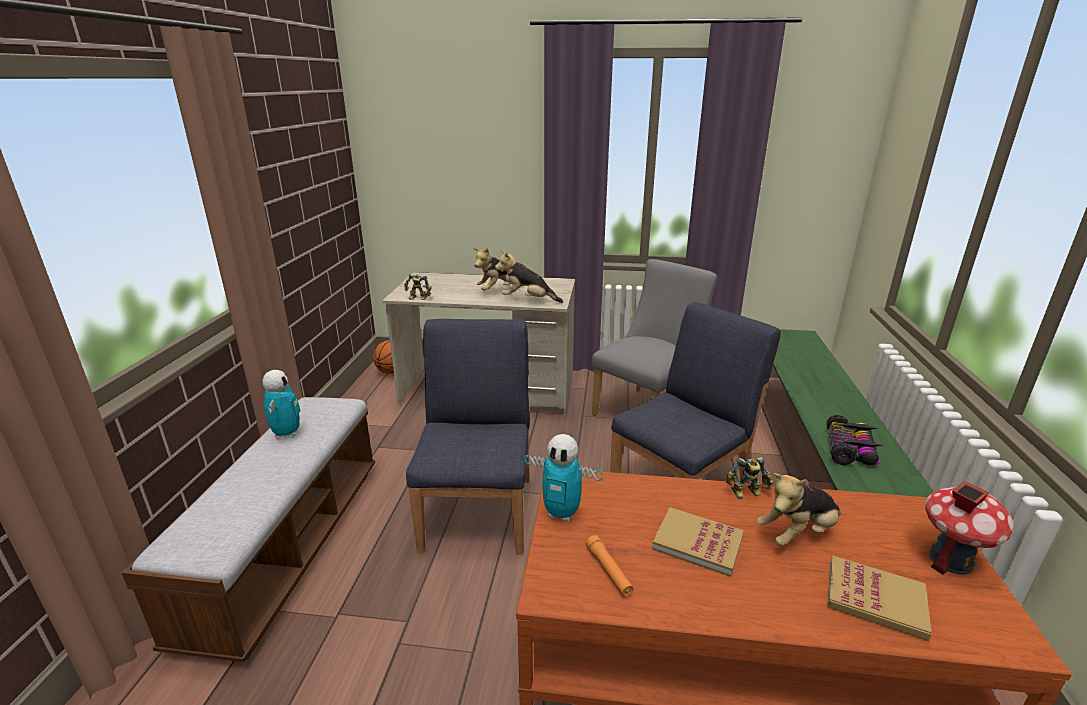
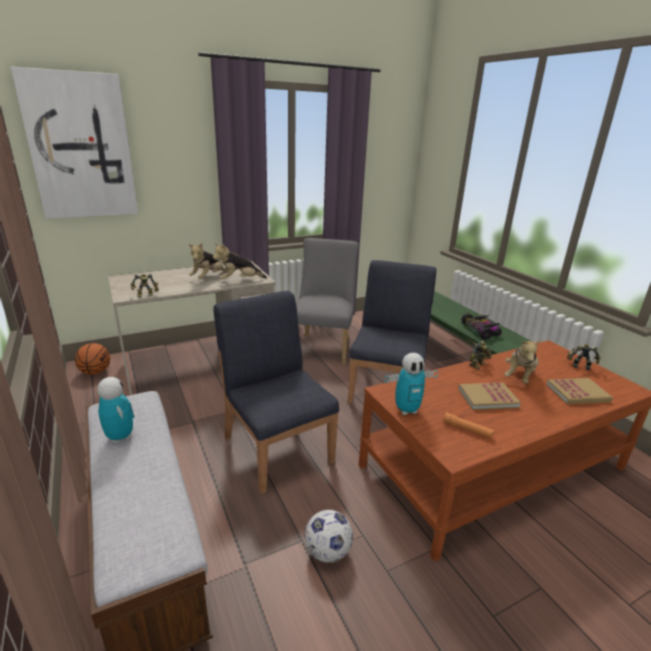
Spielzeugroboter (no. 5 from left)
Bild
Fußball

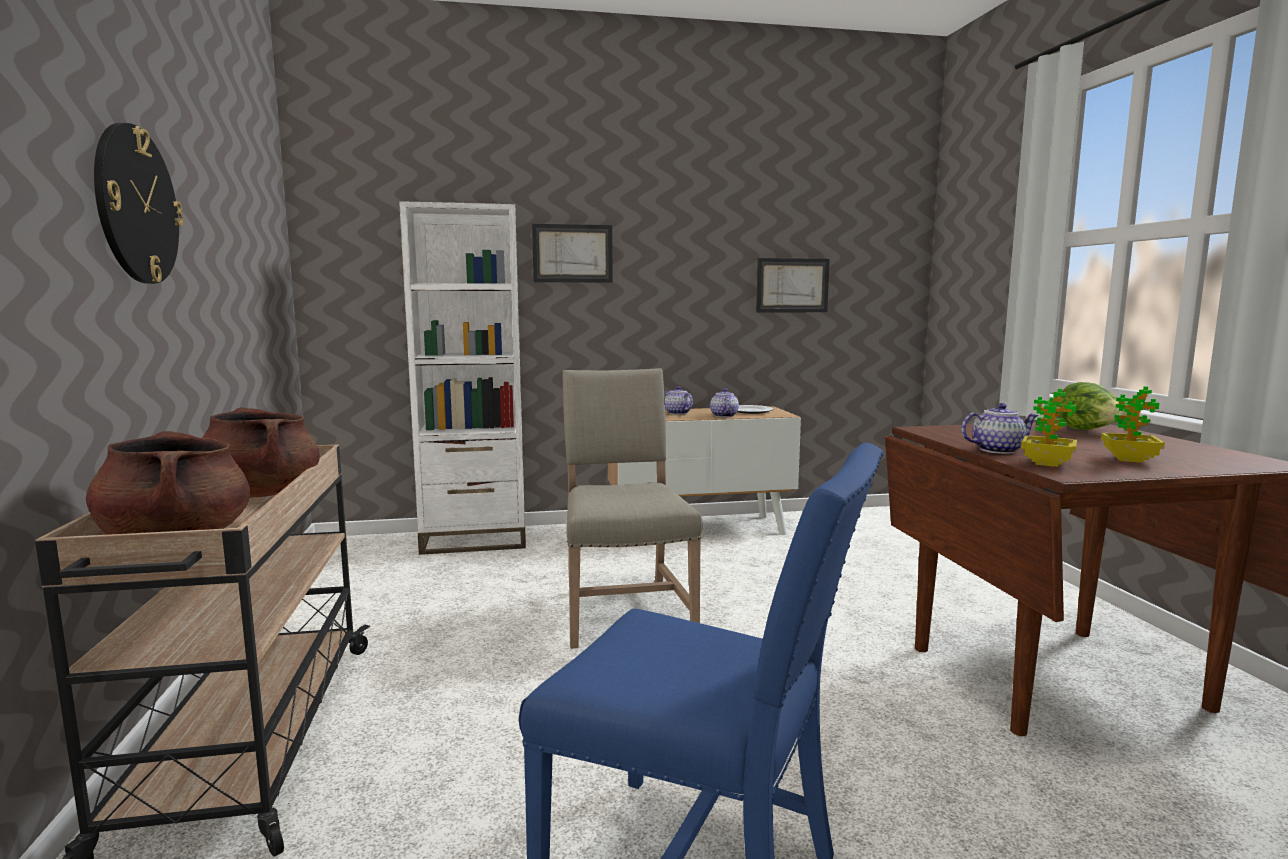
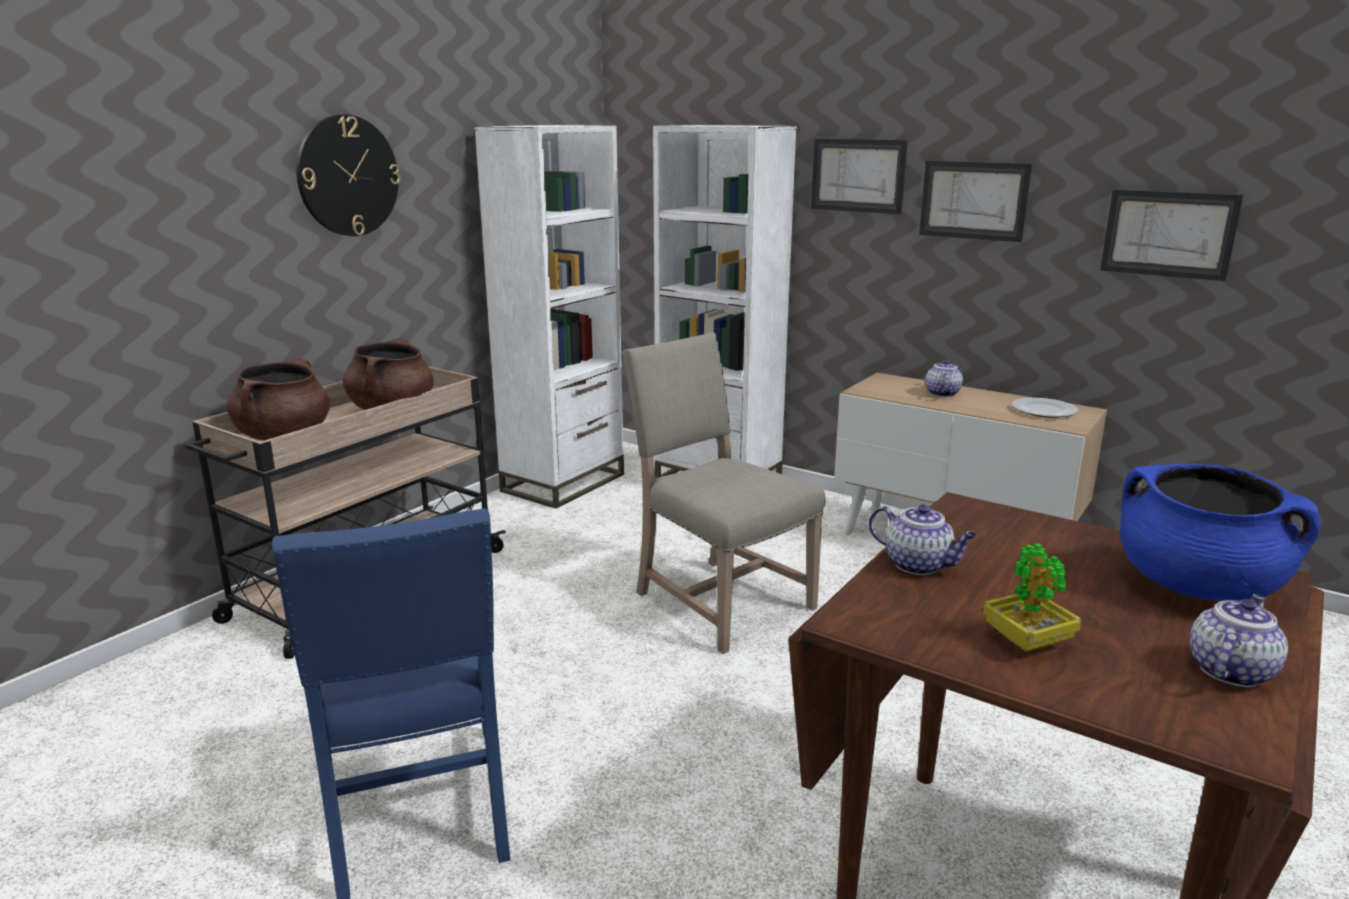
Stuhl/beige
Kochtopf/blau
Teekanne (no. 3 from left)
Topfpflanze (no. 1 from left in the first image)
Bücherregal/weiß (no. 1 from left)
Bild (no. 2 from left)

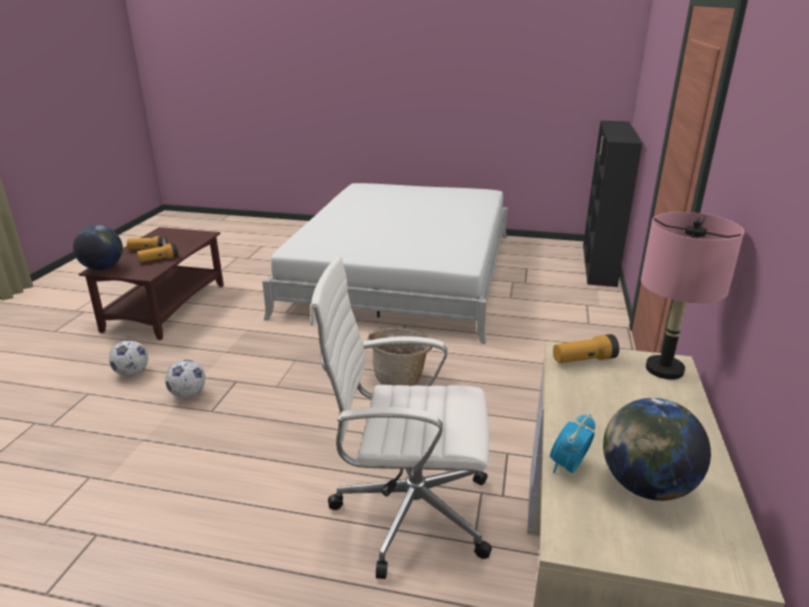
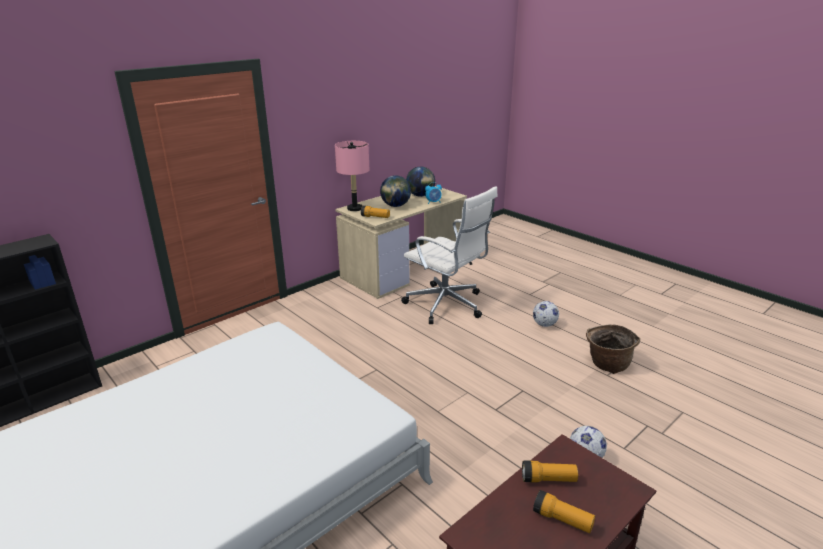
Globus (no. 1 from left)
Korb
Fußball (no. 1 from left)

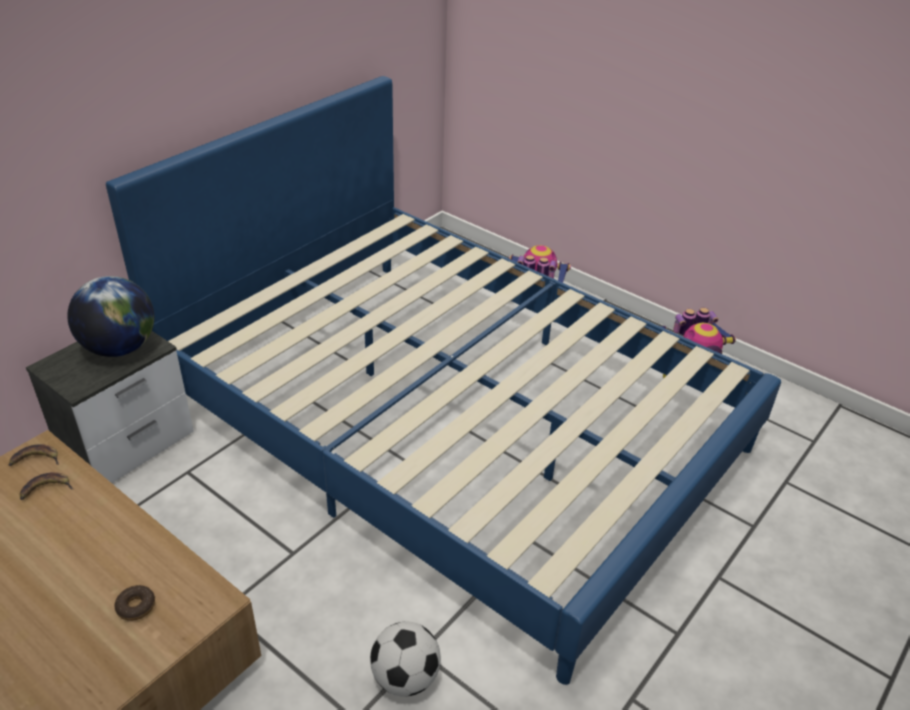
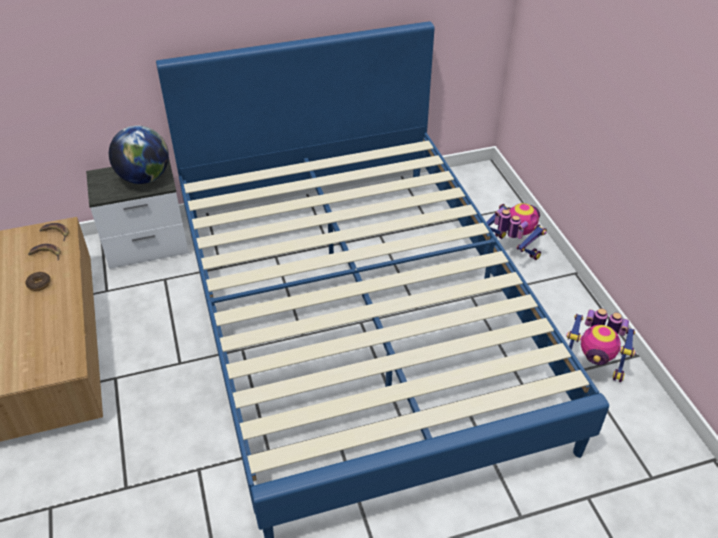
Donut
Fußball

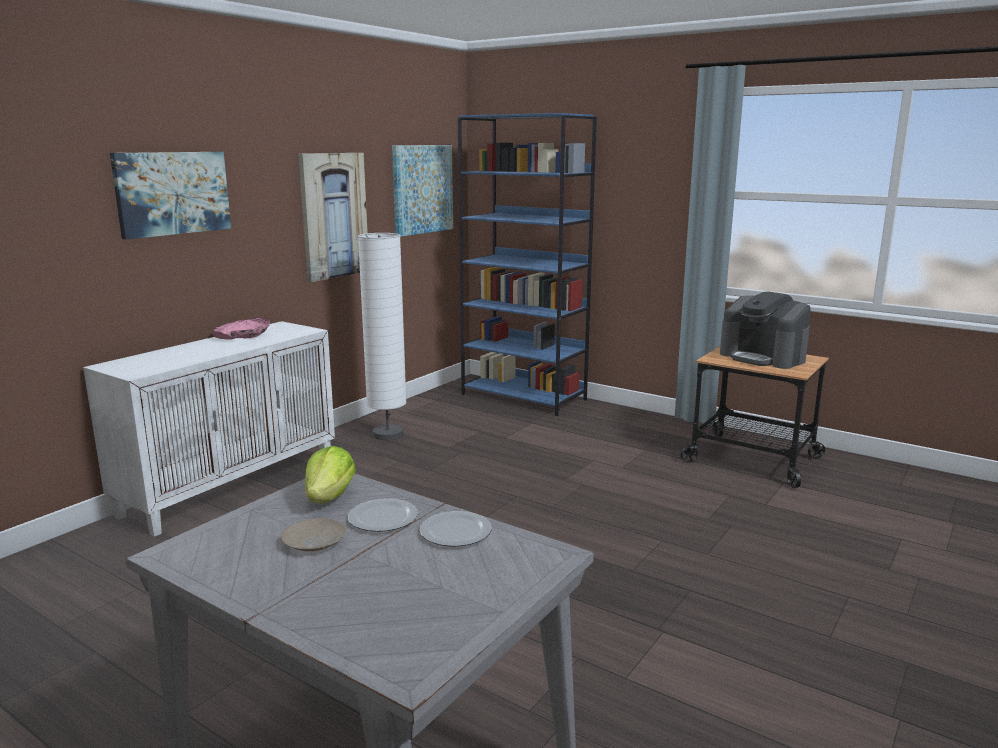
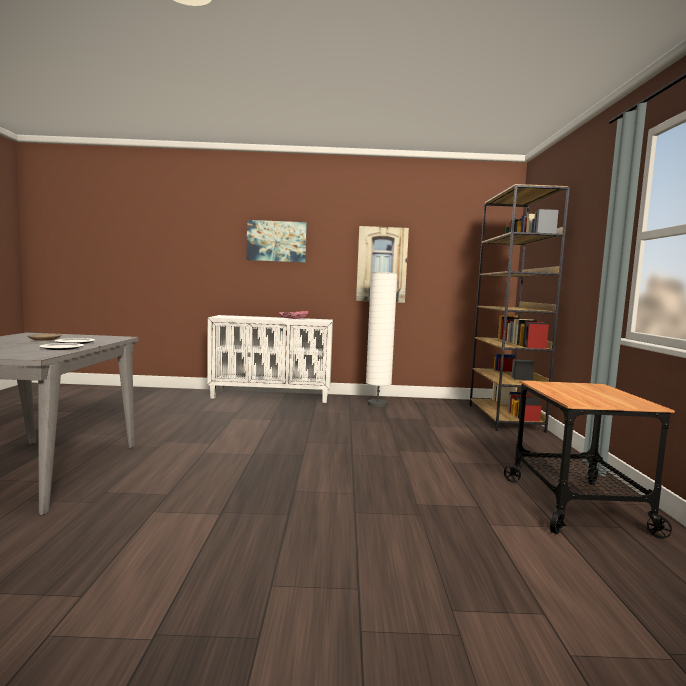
Bücherregal/braun
Bild (no. 3 from left in the first image)
Kaffeemaschine
Salatkopf

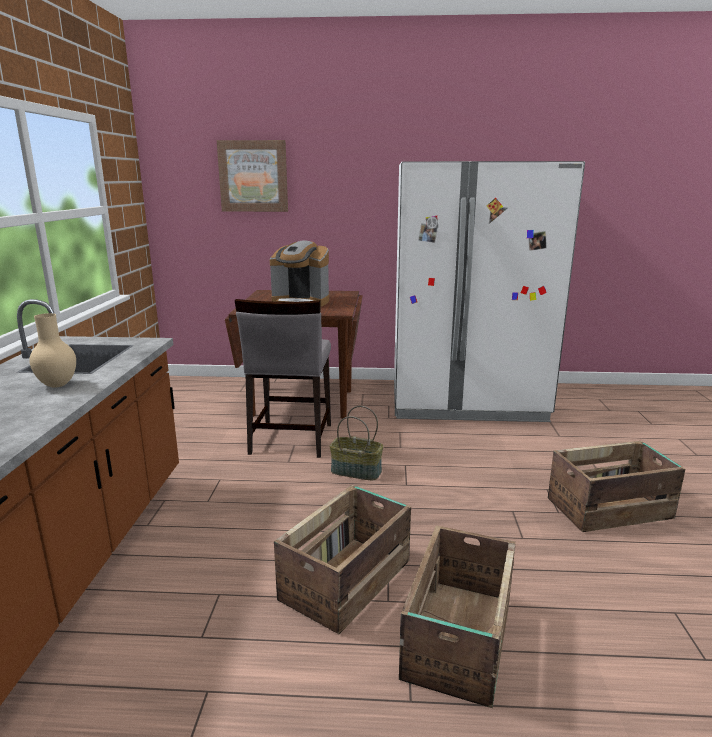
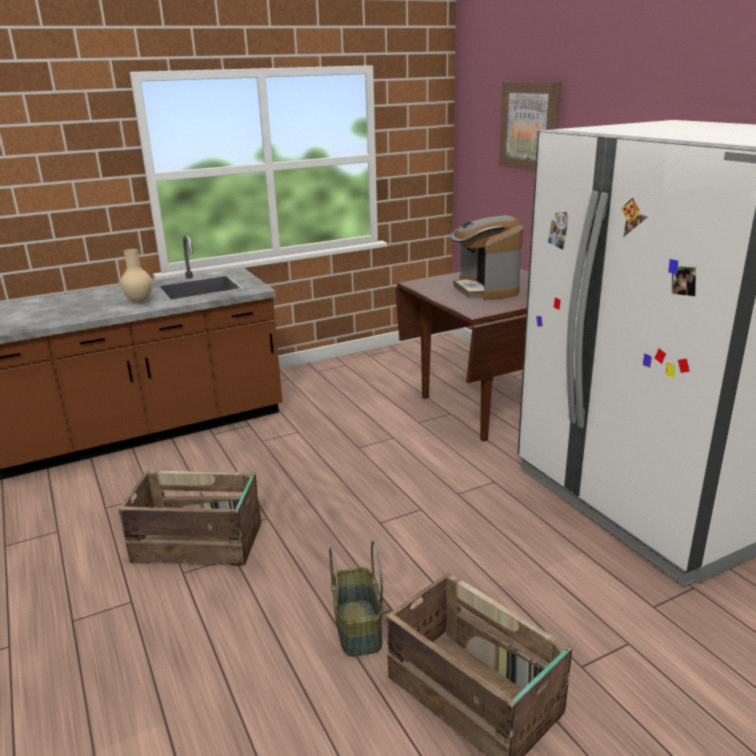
Stuhl/grau
Korb
Kiste (no. 2 from left in the first image)

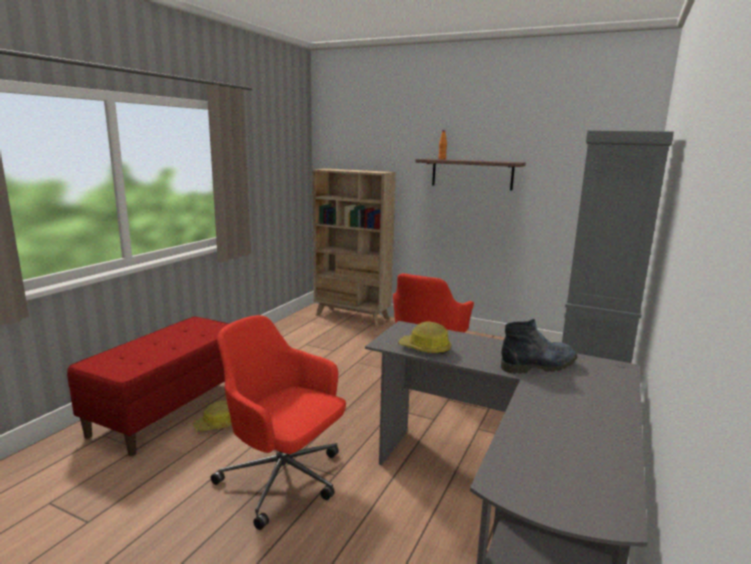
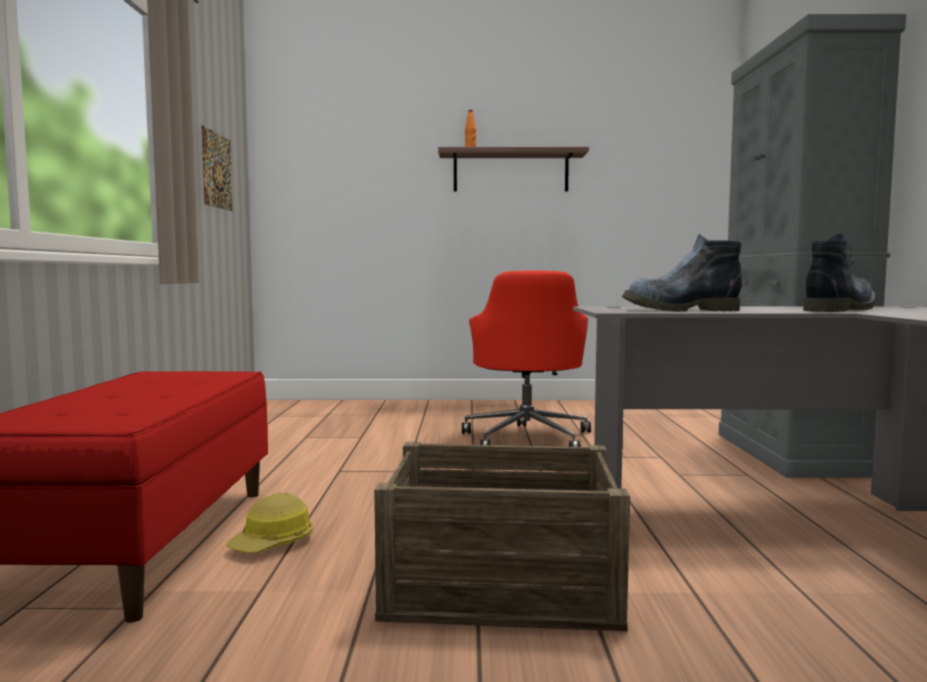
Bücherregal/beige
Kiste
Stiefel (no. 1 from left)
Bild

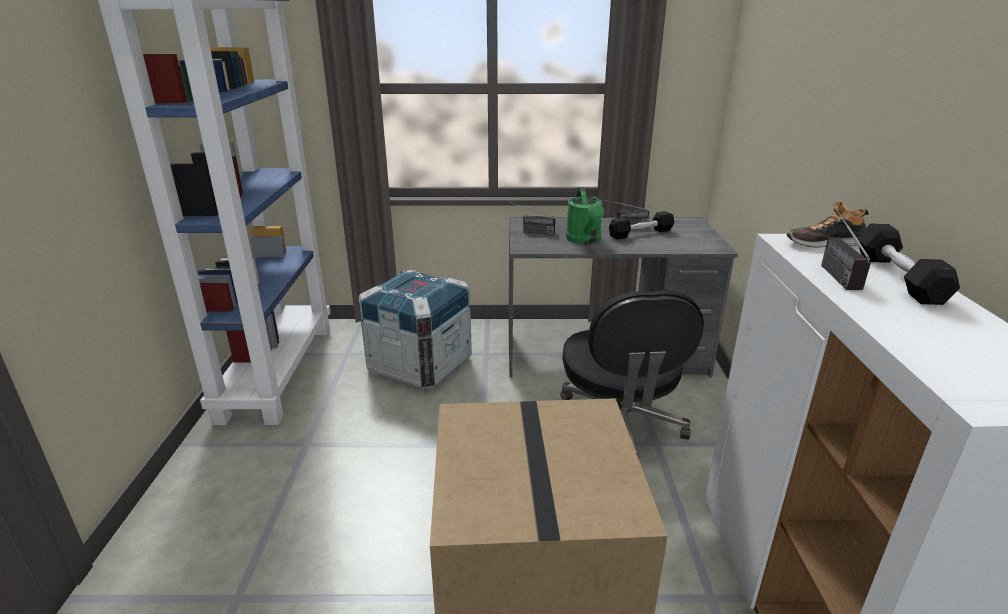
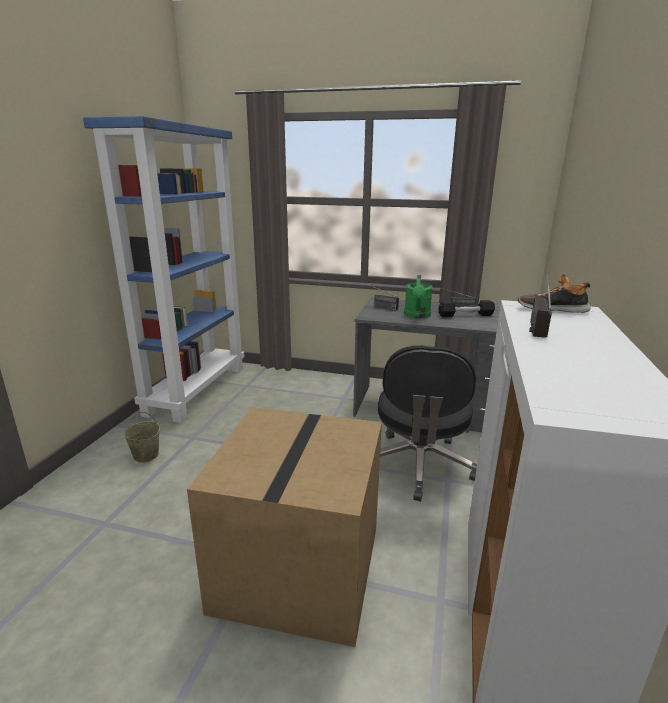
Hantel/schwarz (no. 2 from left in the first image)
Kiste
Eimer/beige

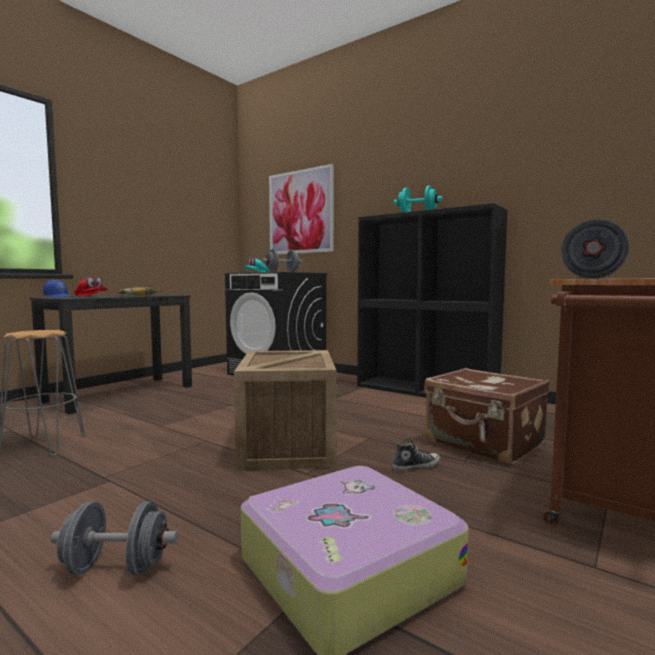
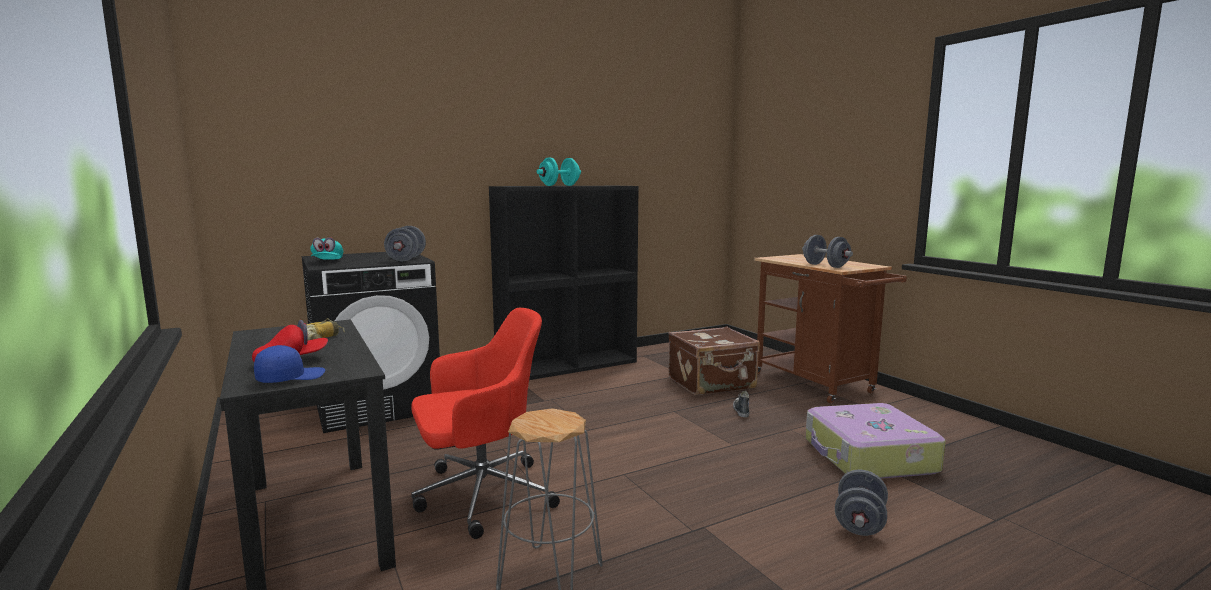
Bild
Kiste
Bürostuhl/rot

